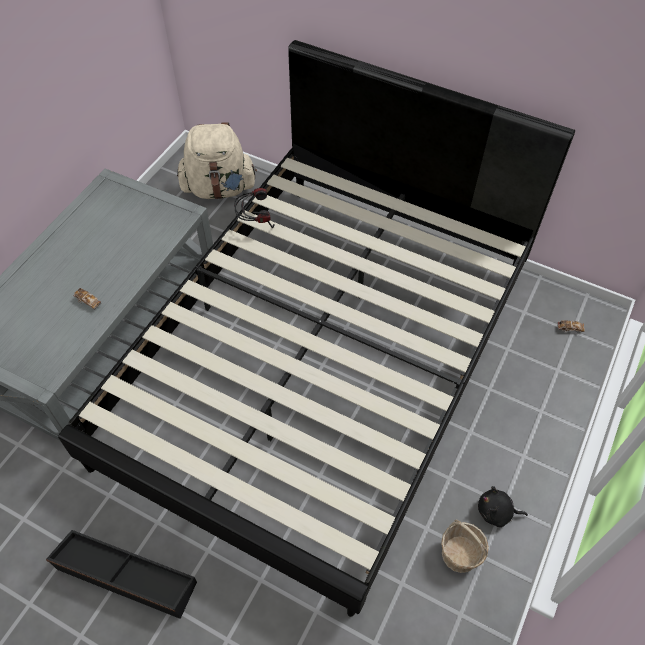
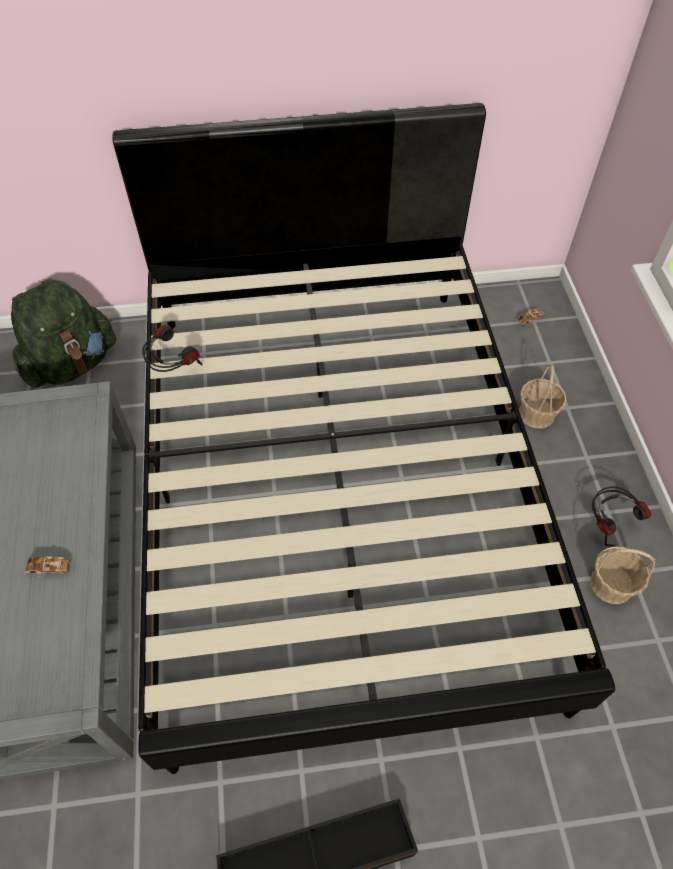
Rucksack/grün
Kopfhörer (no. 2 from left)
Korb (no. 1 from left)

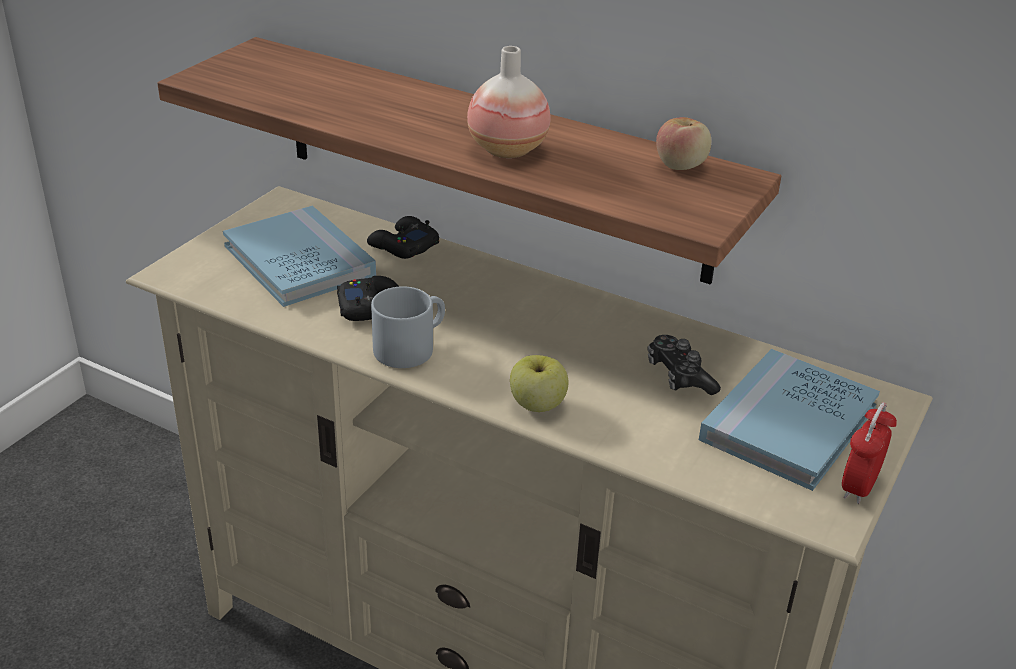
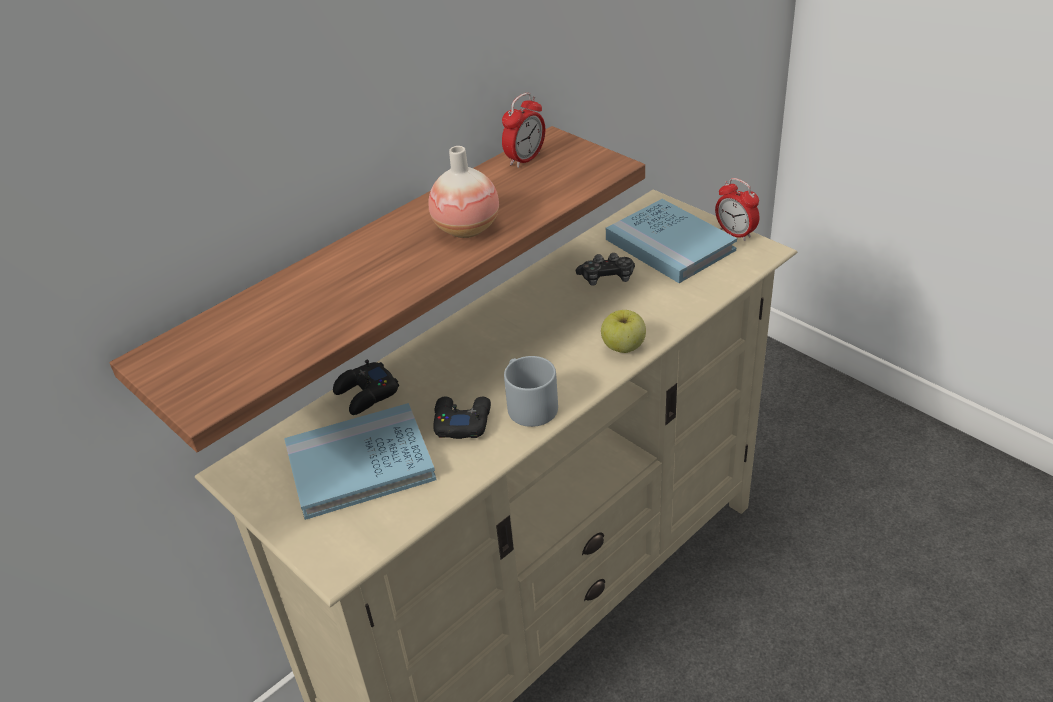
Wecker (no. 1 from left)

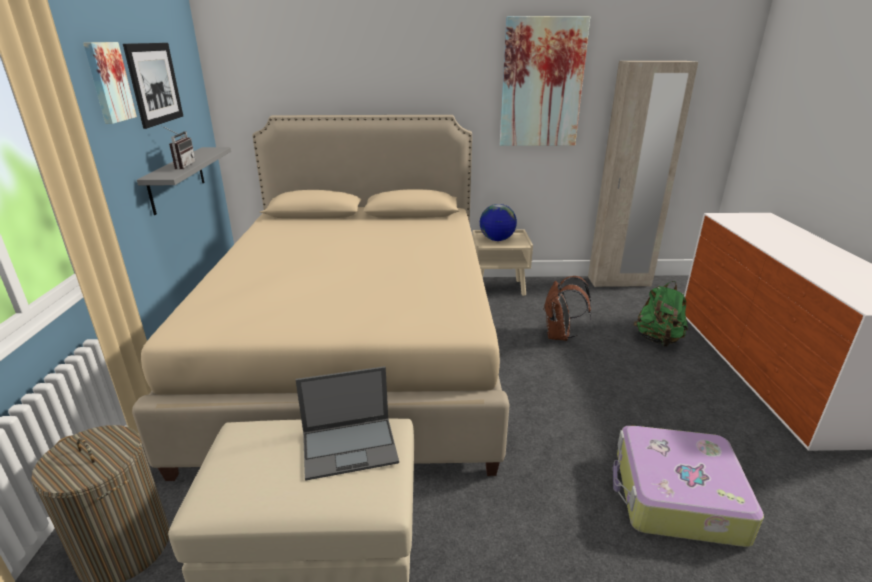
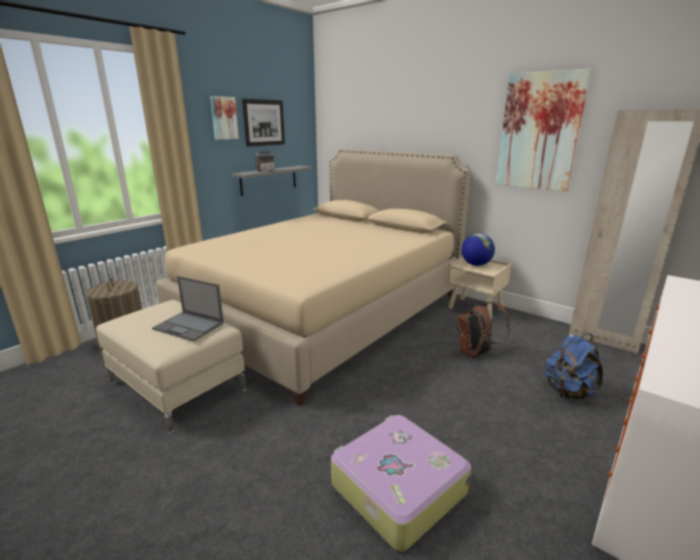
Rucksack/blau

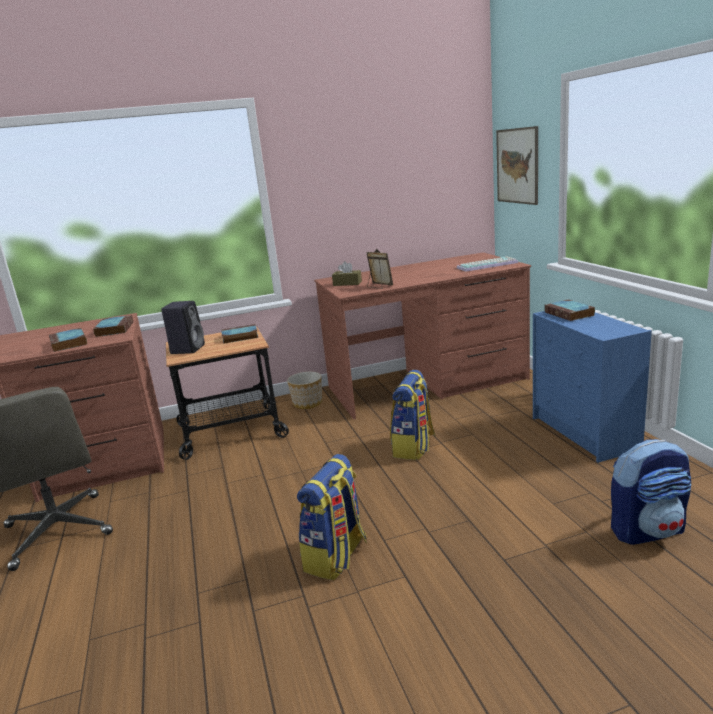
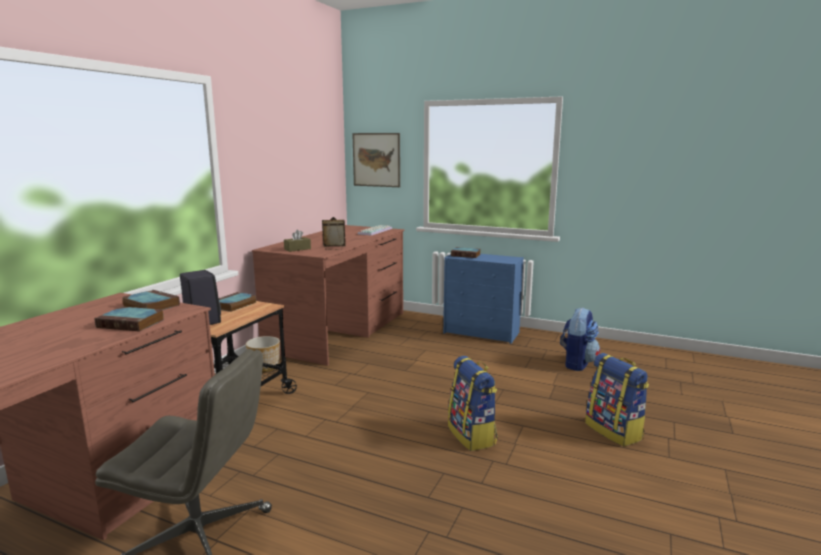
Rucksack (no. 3 from left)

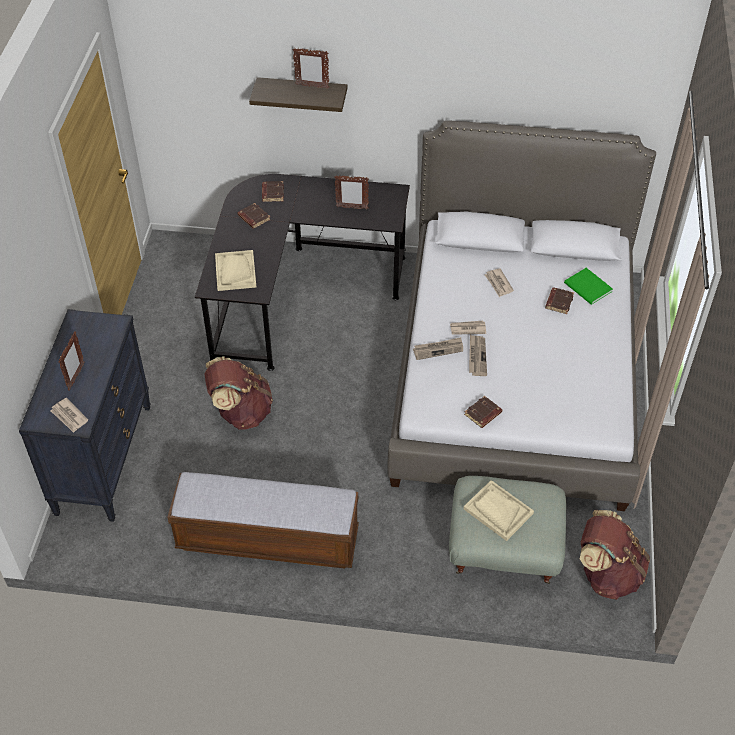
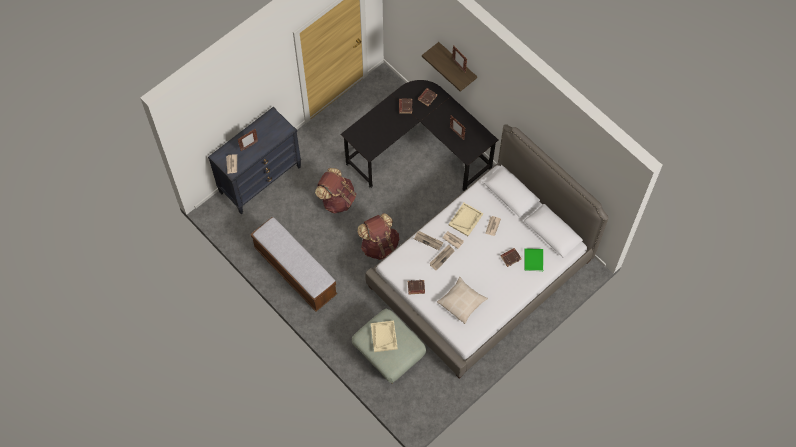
Tablett/beige (no. 2 from left)
Rucksack/braun (no. 2 from left)
Kissen/beige

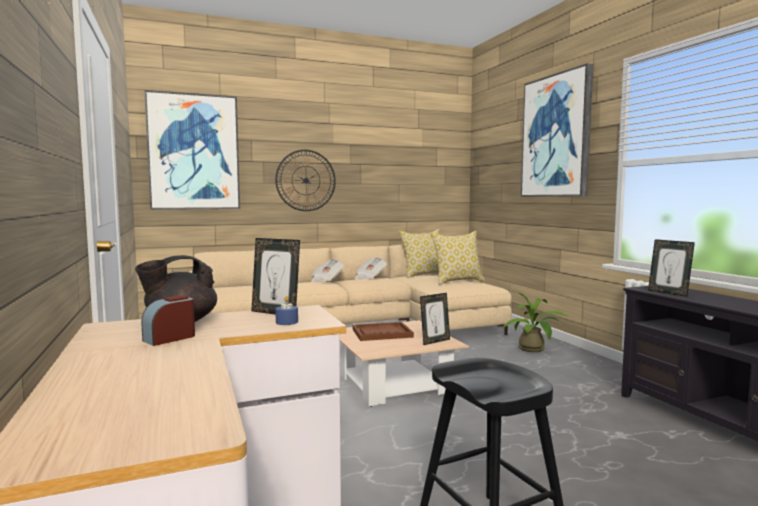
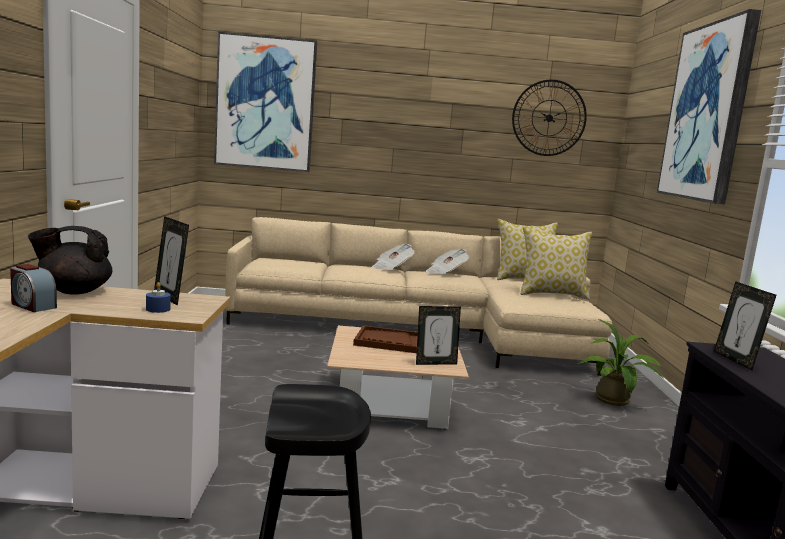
Wanduhr
Wecker

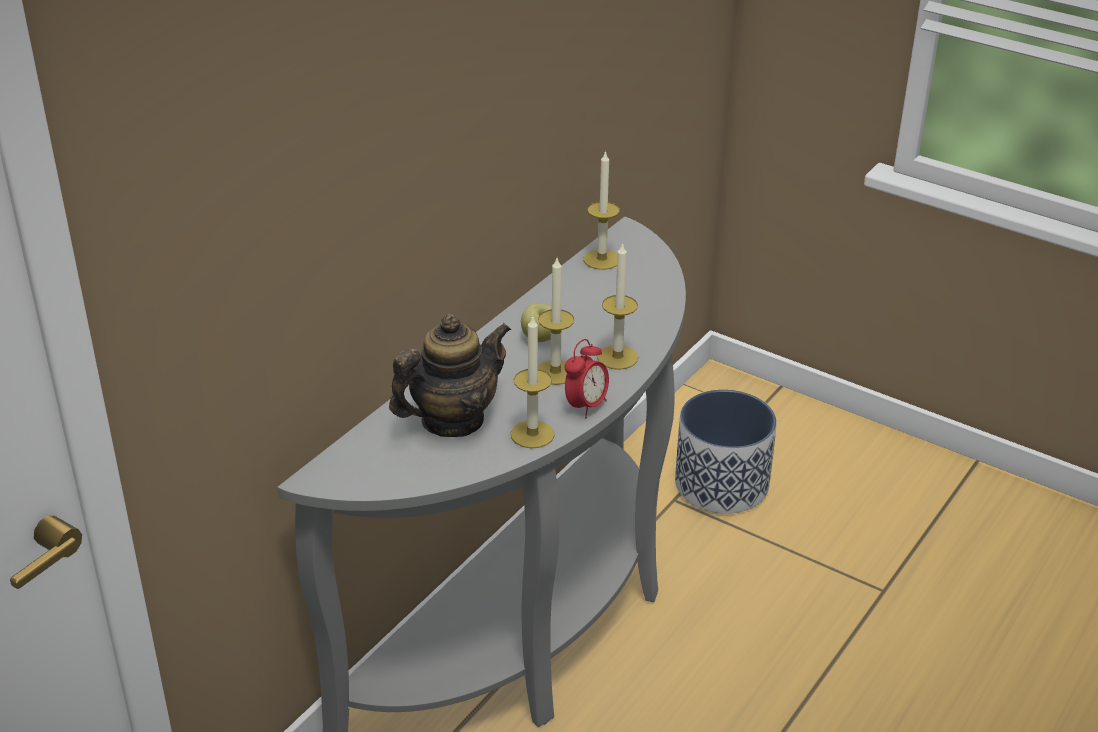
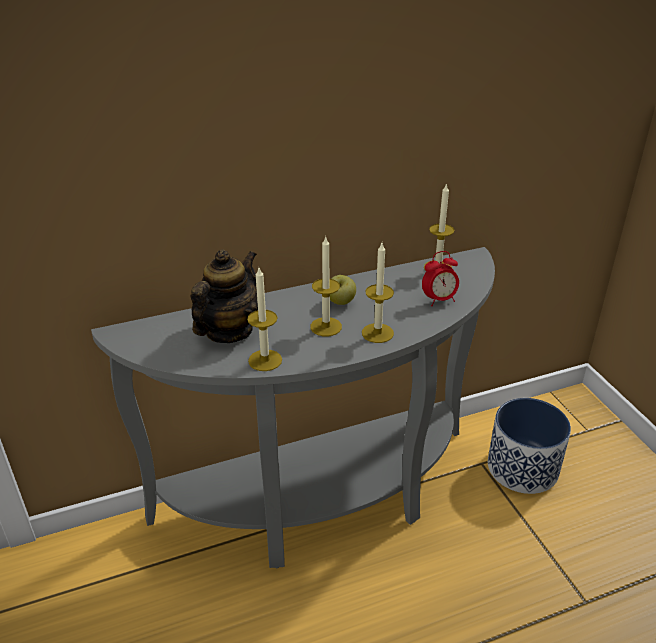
Teekanne
Wecker

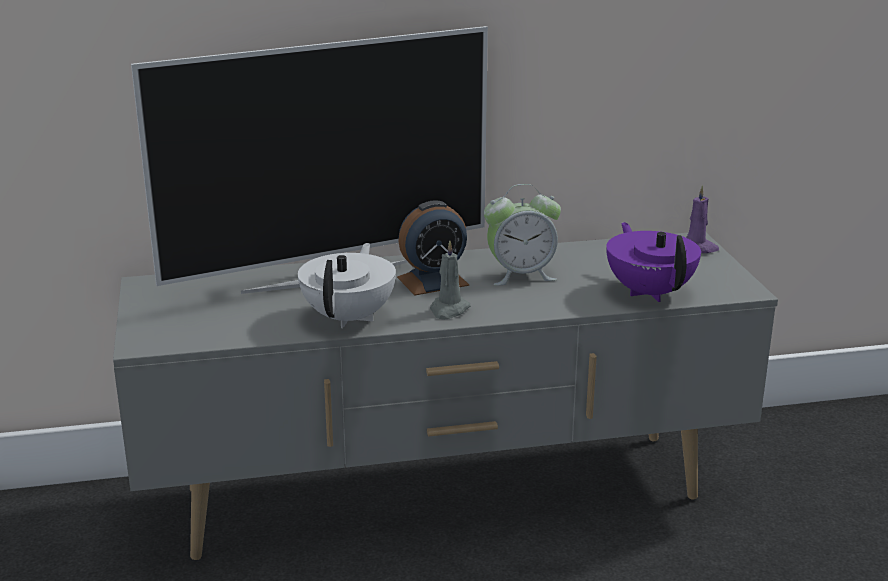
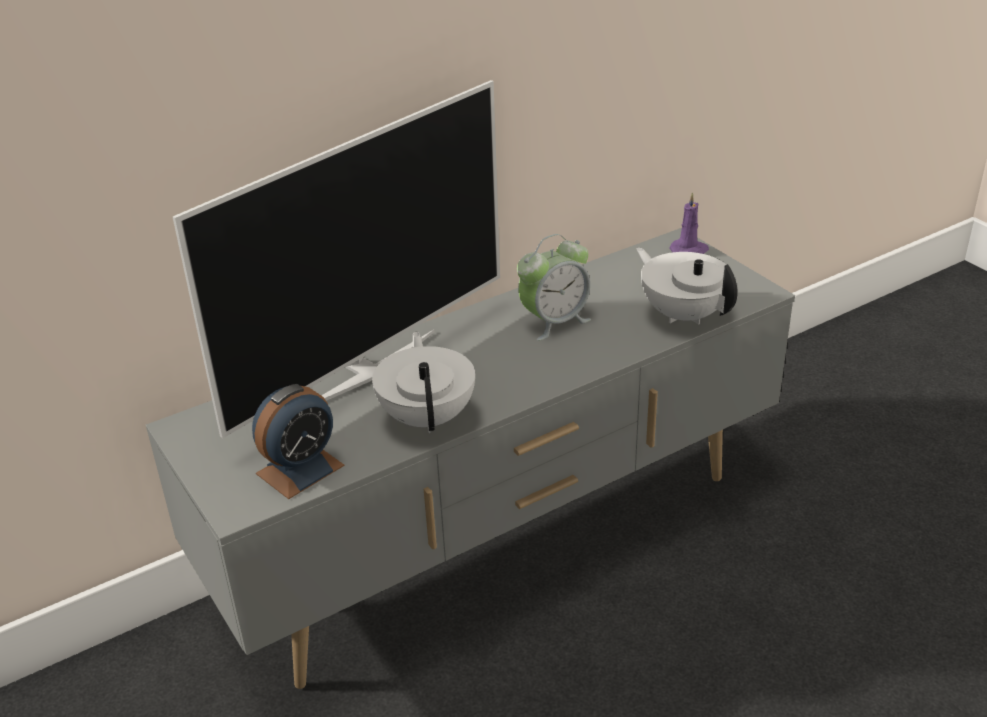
Wecker (no. 1 from left)
Teekanne/weiß (no. 2 from left)
Kerze/grau

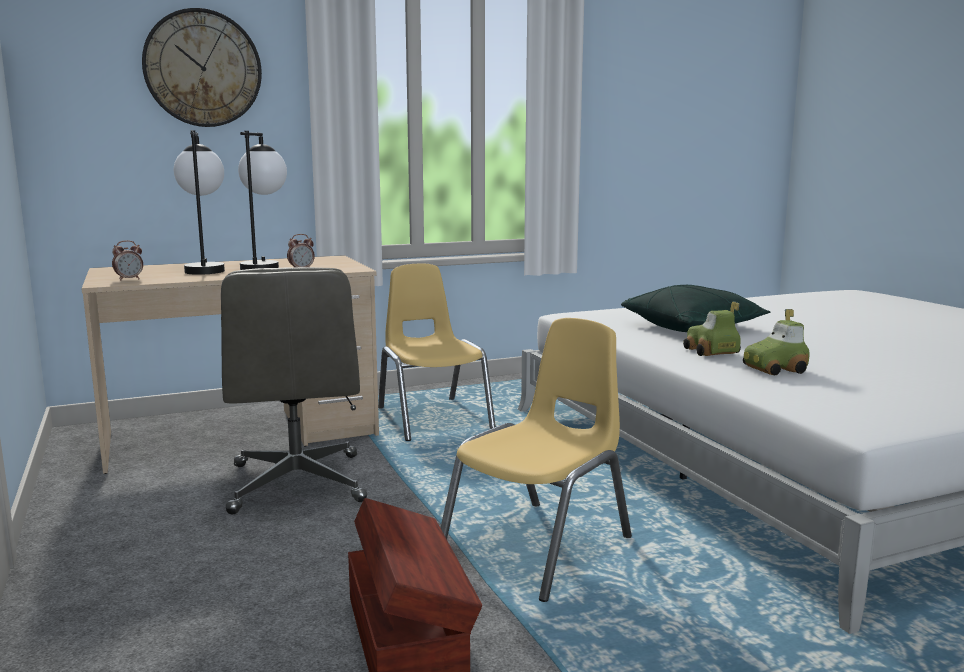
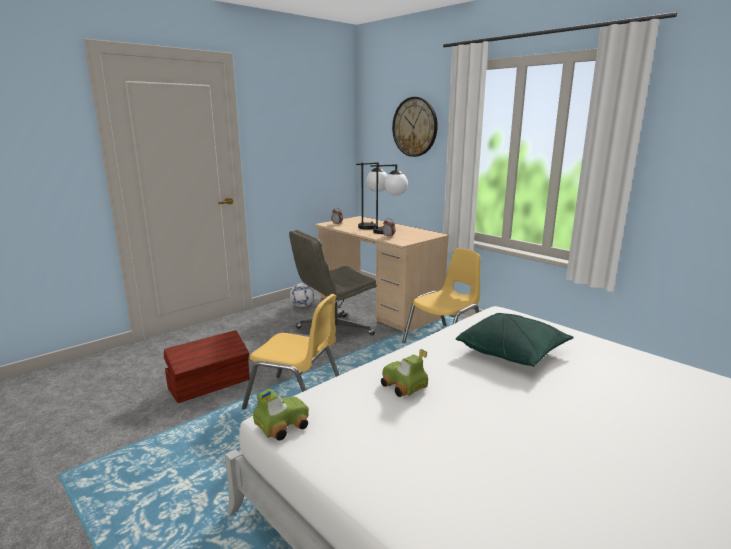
Spielzeugauto (no. 1 from left)
Fußball

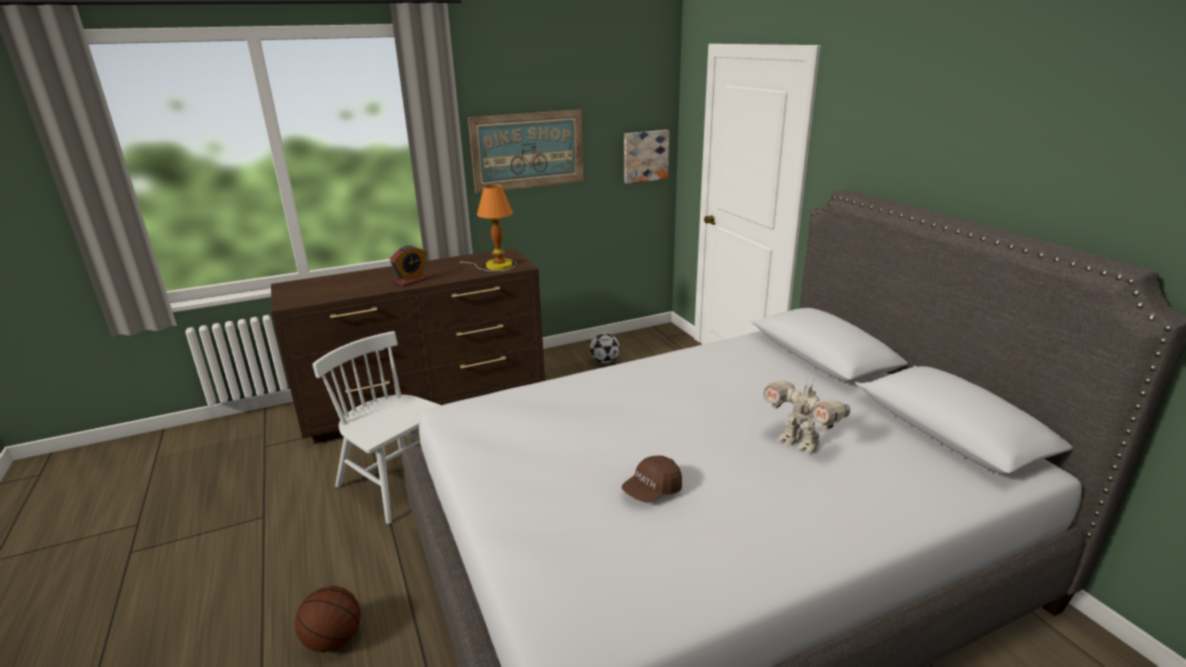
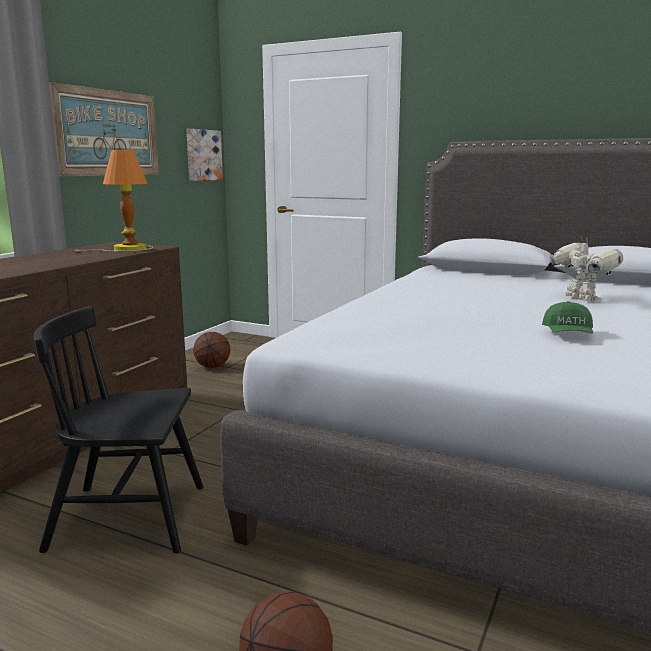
Wecker
Stuhl/schwarz
Basketball (no. 1 from left)
Spielzeugroboter
Kappe/grün

